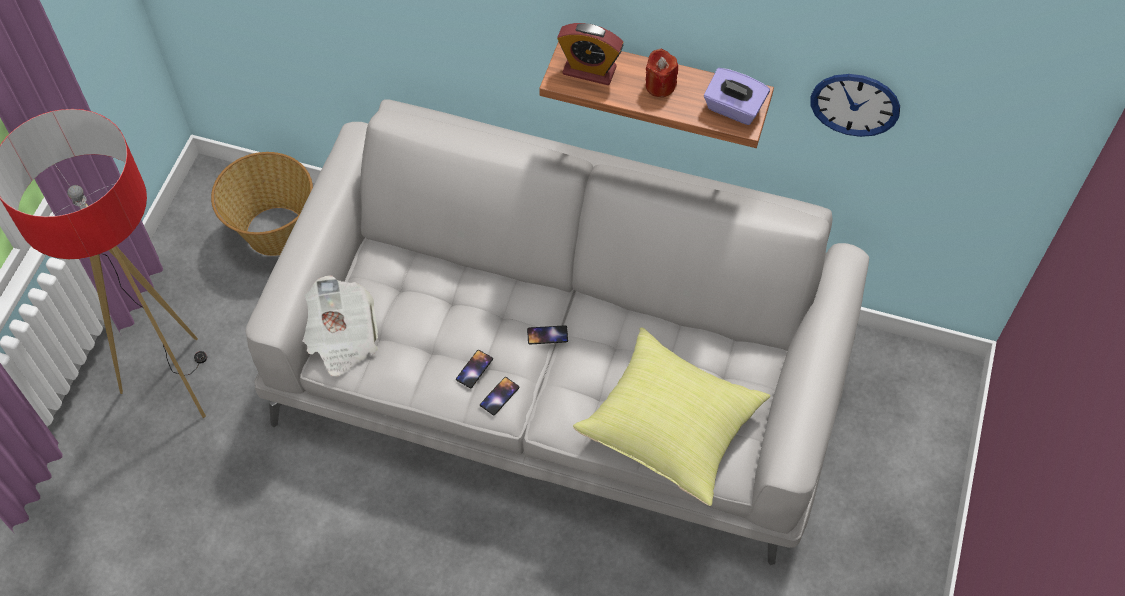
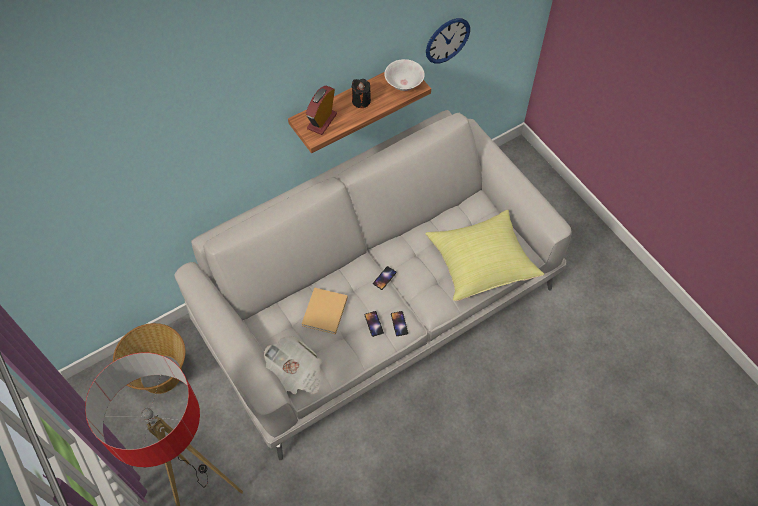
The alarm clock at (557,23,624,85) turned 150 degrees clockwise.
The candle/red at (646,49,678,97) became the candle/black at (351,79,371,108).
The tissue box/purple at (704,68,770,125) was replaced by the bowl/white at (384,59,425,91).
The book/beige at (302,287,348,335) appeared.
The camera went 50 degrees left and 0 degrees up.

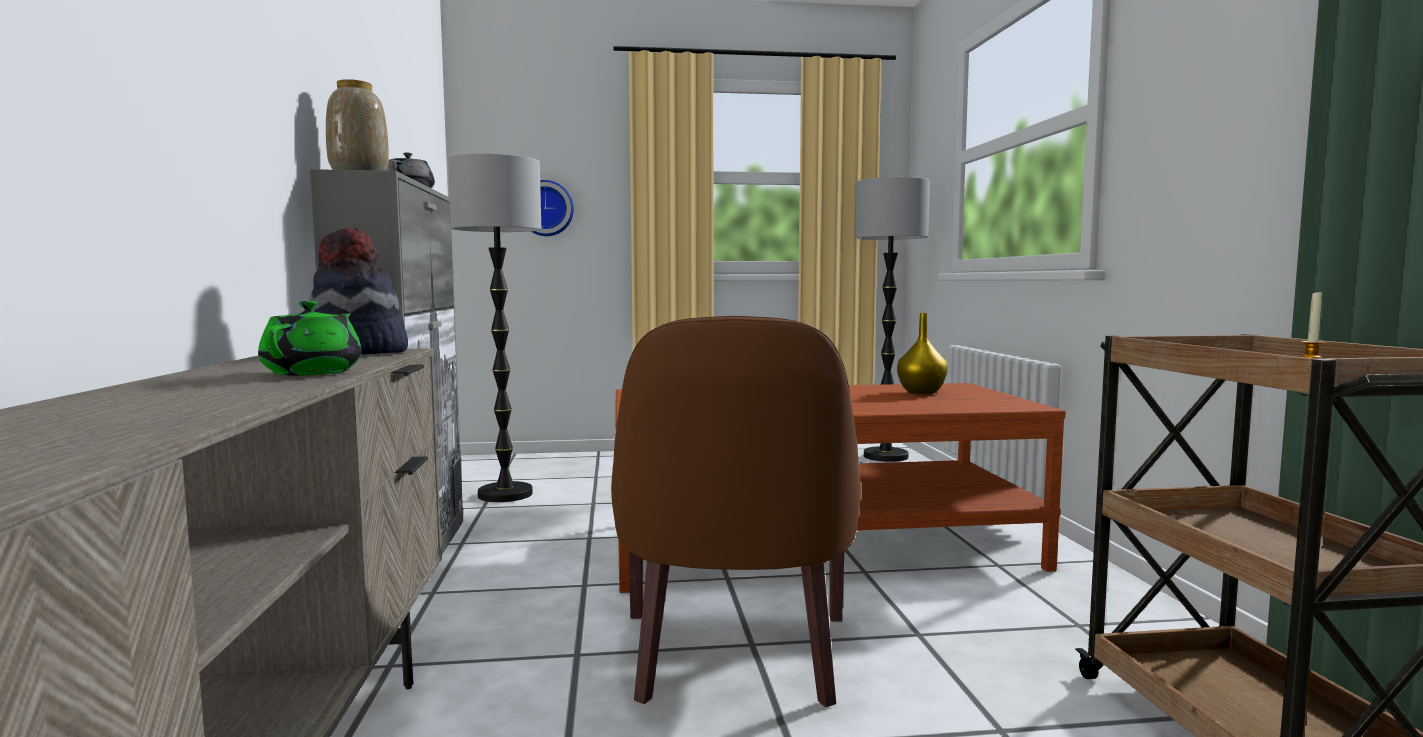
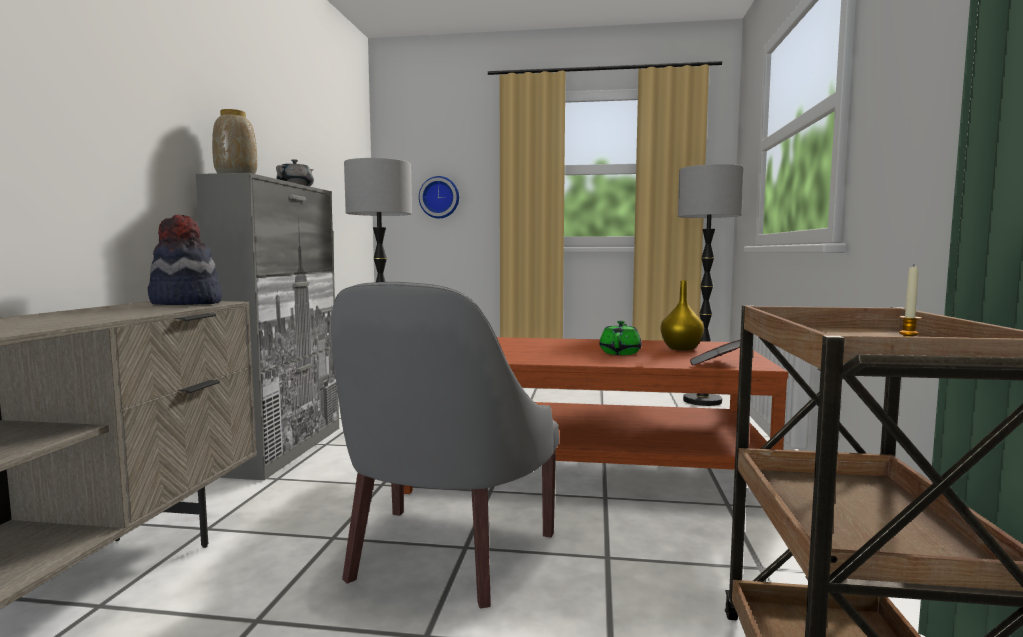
The teapot/green moved from (258,301,362,376) to (599,321,642,355).
The armchair/brown at (611,316,861,707) became the armchair/grey at (331,282,559,608).
The book at (690,340,740,365) appeared.
The camera went 15 degrees right and 0 degrees up.

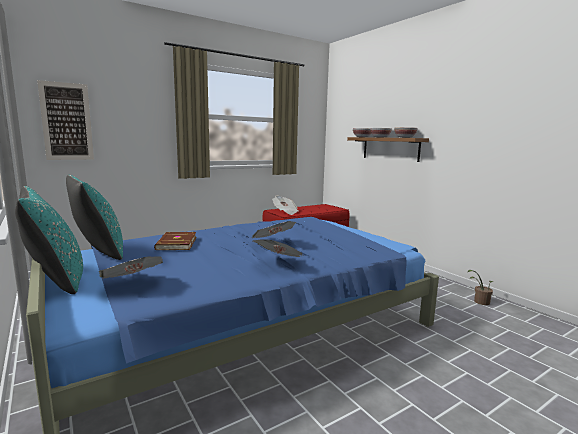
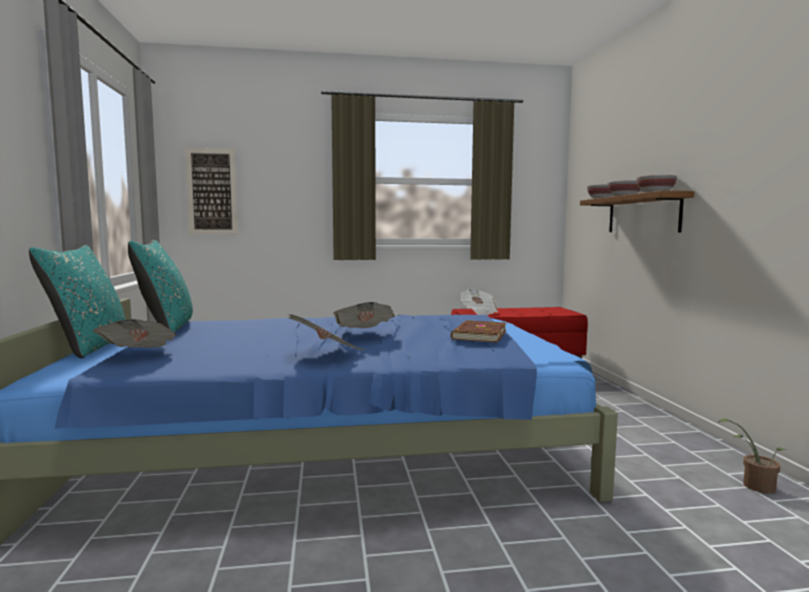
The book/brown moved from (154,232,196,250) to (451,320,506,343).
The camera went 25 degrees right and 5 degrees down.

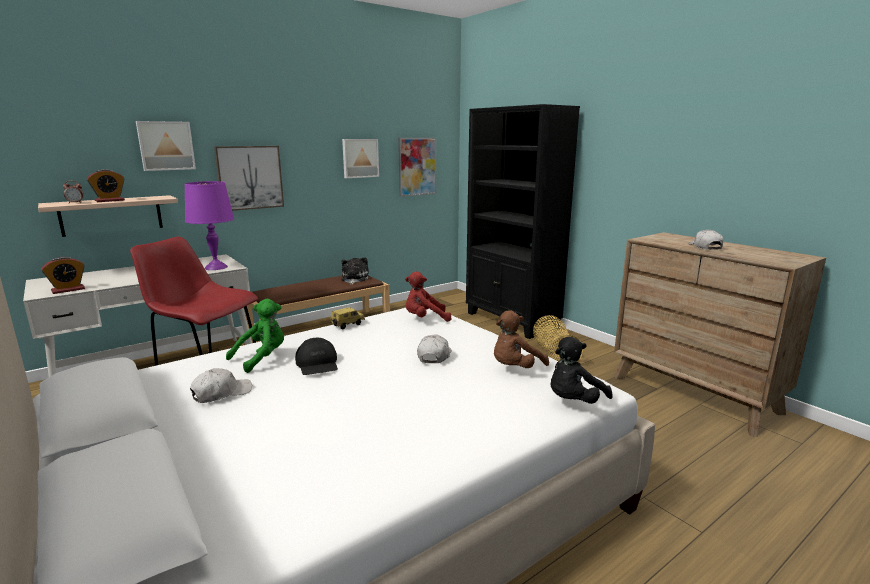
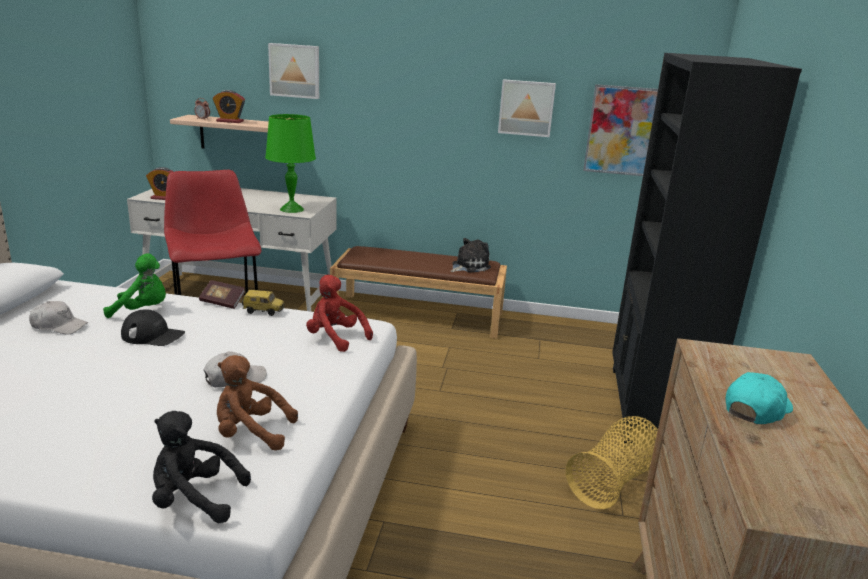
The picture at (214,146,284,211) disappeared.
The table lamp/purple at (185,181,234,270) became the table lamp/green at (265,114,316,213).
The cap/white at (689,229,723,250) became the cap/turquoise at (726,372,793,424).
The cap/black at (295,338,338,375) turned 105 degrees counterclockwise.
The book at (199,280,245,309) appeared.
The camera went 45 degrees right and 5 degrees up.

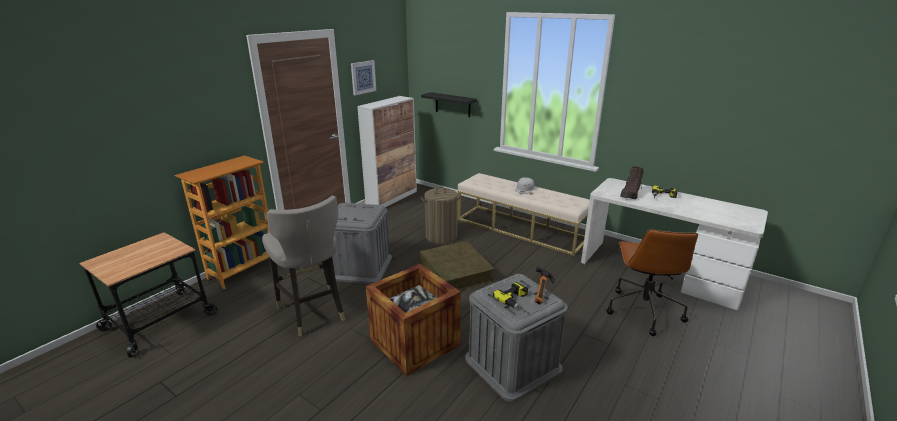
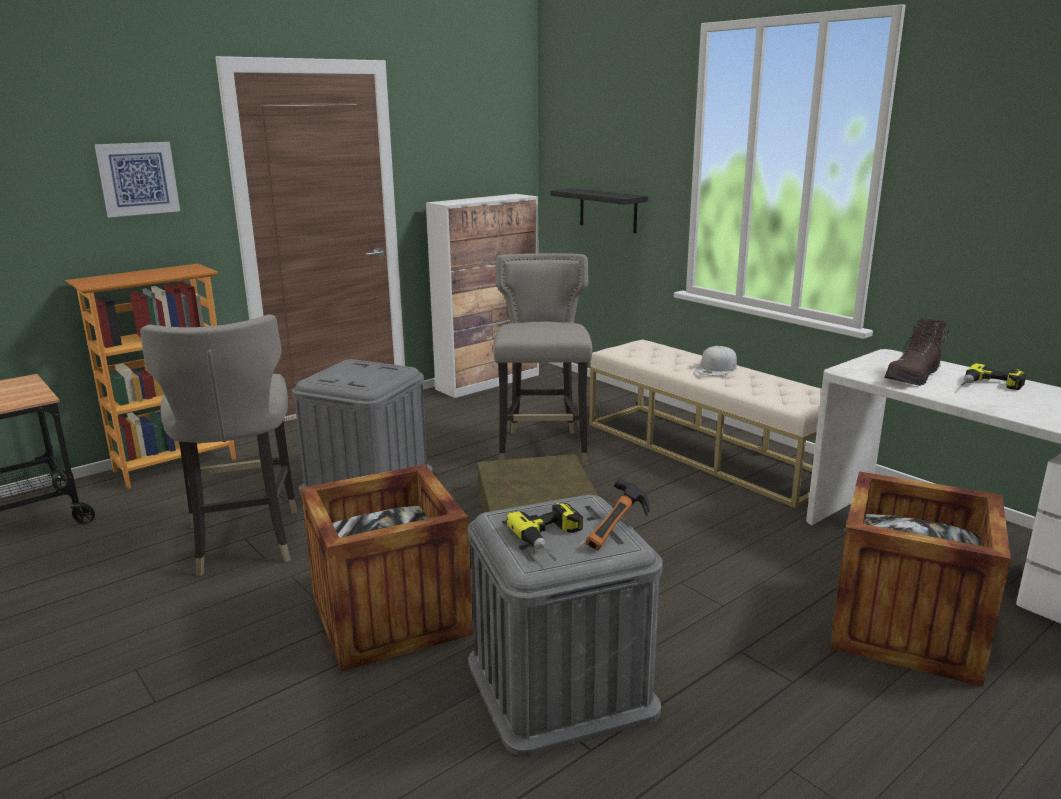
The picture moved from (351,60,376,95) to (94,142,180,217).
The laundry basket at (421,187,461,244) was replaced by the stool/grey at (493,253,592,465).
The office chair/brown at (606,229,698,336) was replaced by the crate at (829,471,1011,687).
The camera went 15 degrees right and 5 degrees down.

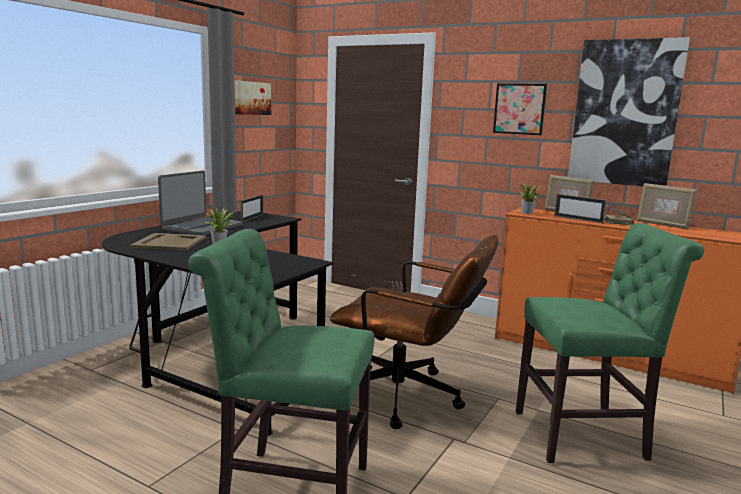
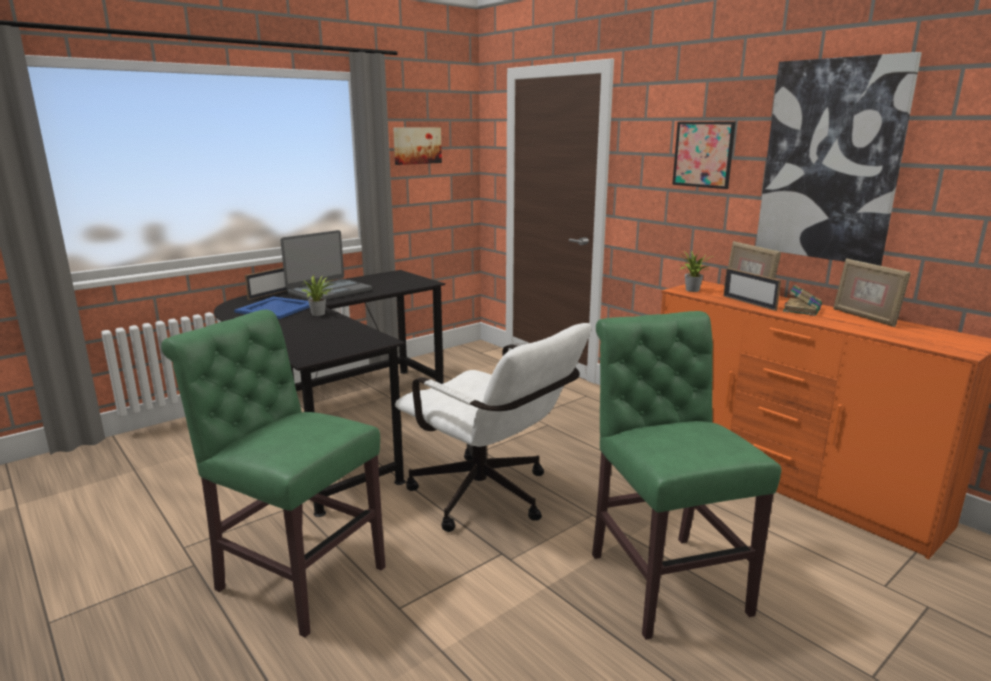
The picture frame moved from (240,194,263,222) to (245,267,292,300).
The chair/green at (516,223,704,463) turned 120 degrees counterclockwise.
The tray/beige at (130,233,206,251) became the tray/blue at (234,297,310,319).
The office chair/brown at (330,235,498,429) became the office chair/white at (395,323,591,532).
The camera went 20 degrees right and 5 degrees up.

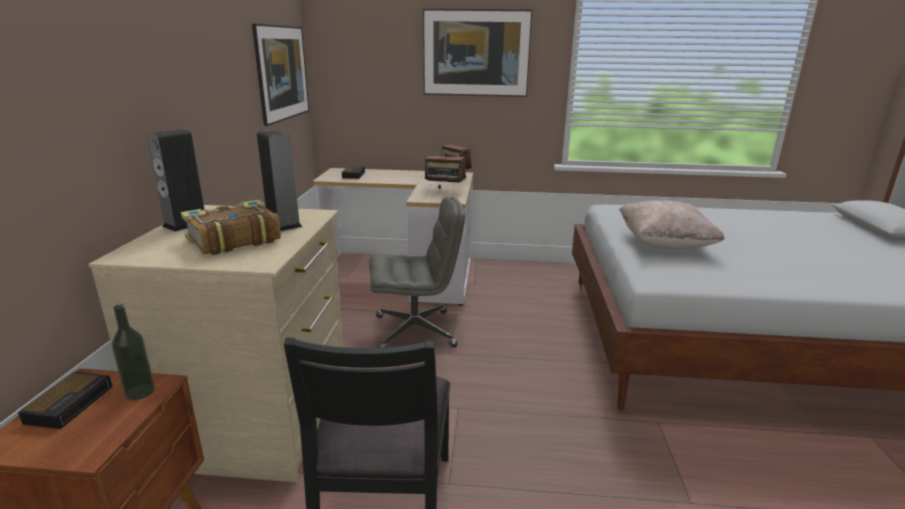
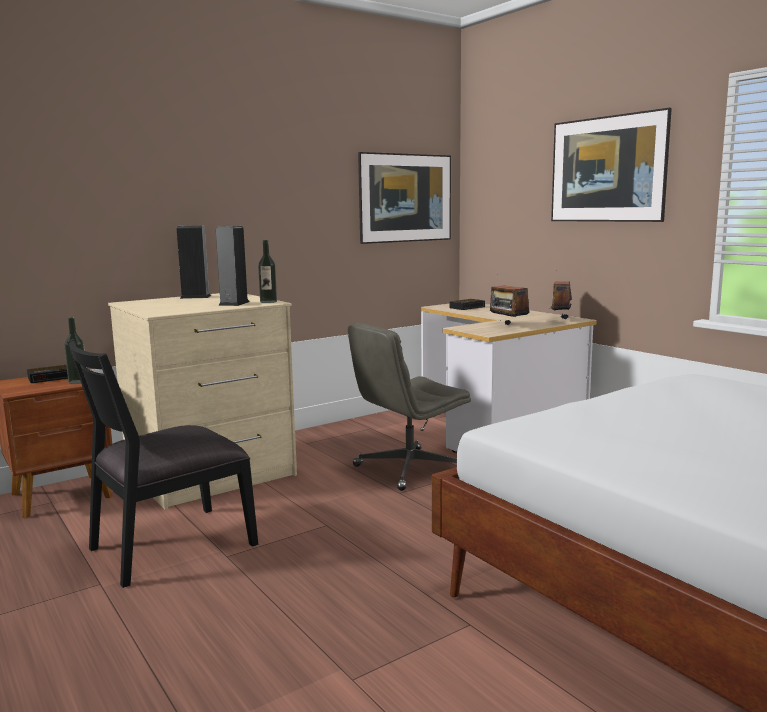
The office chair/grey at (369,197,465,348) turned 105 degrees clockwise.
The book at (181,200,281,255) disappeared.
The pillow/beige at (619,201,725,249) disappeared.
The bottle at (258,240,277,303) appeared.
The camera went 50 degrees right and 10 degrees down.

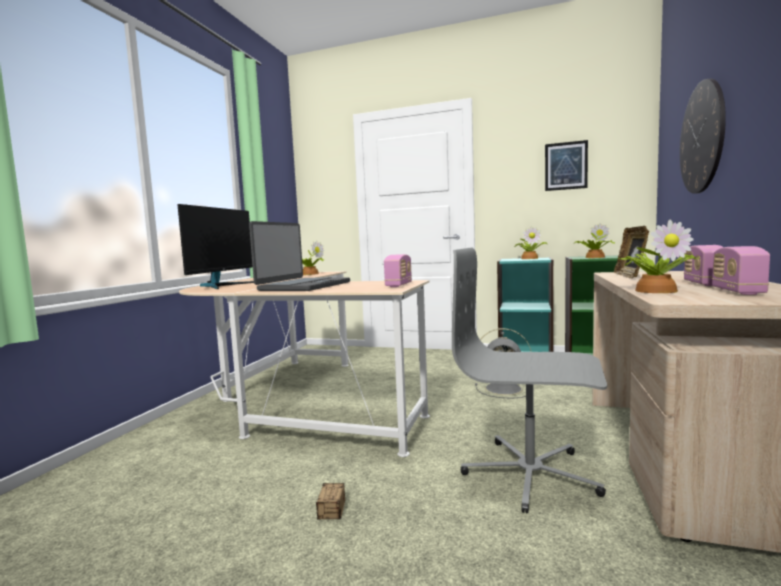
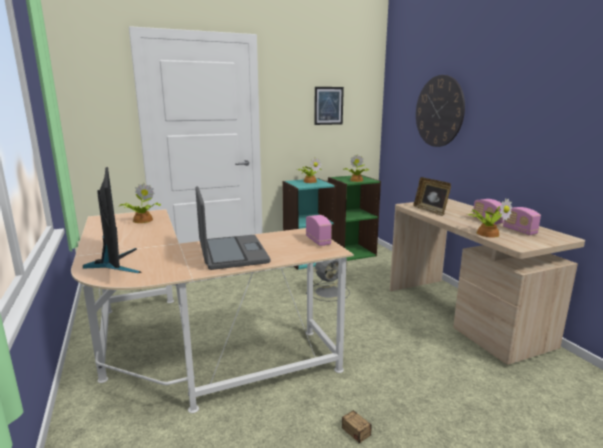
The office chair/grey at (452,248,607,513) disappeared.
The camera went 40 degrees left and 10 degrees up.

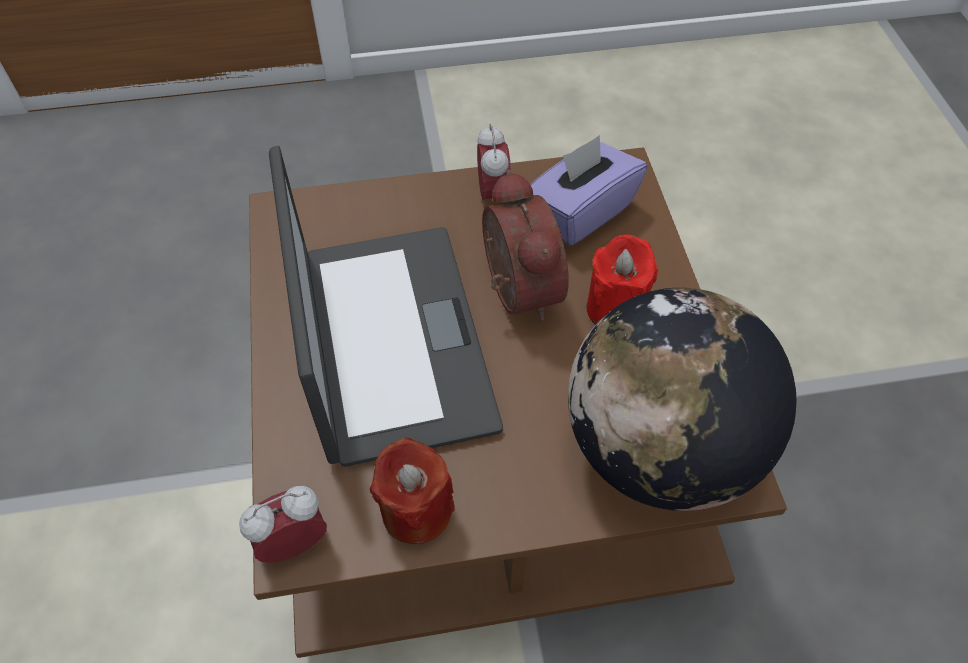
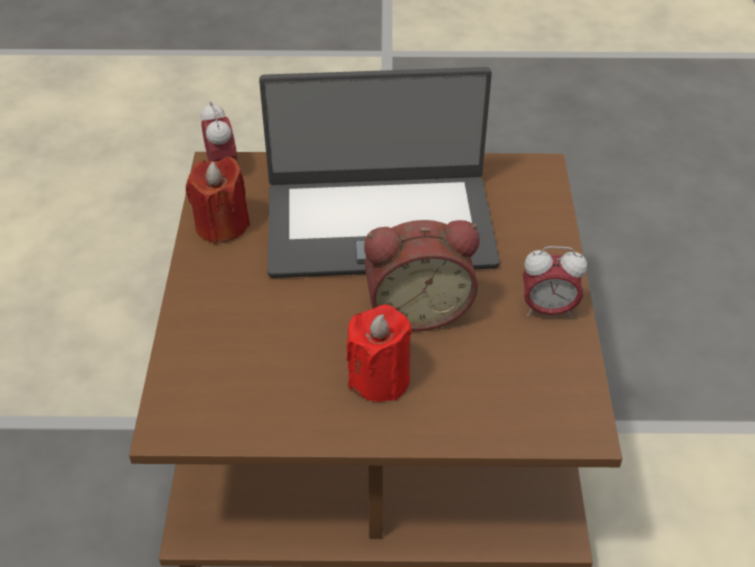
The tissue box/purple at (531,135,647,246) disappeared.
The globe at (568,287,797,511) disappeared.
The camera went 100 degrees right and 10 degrees down.

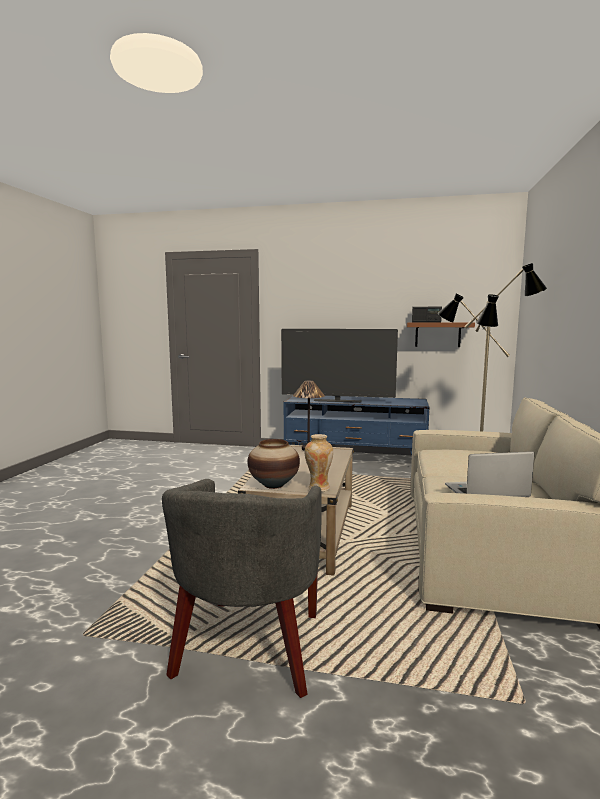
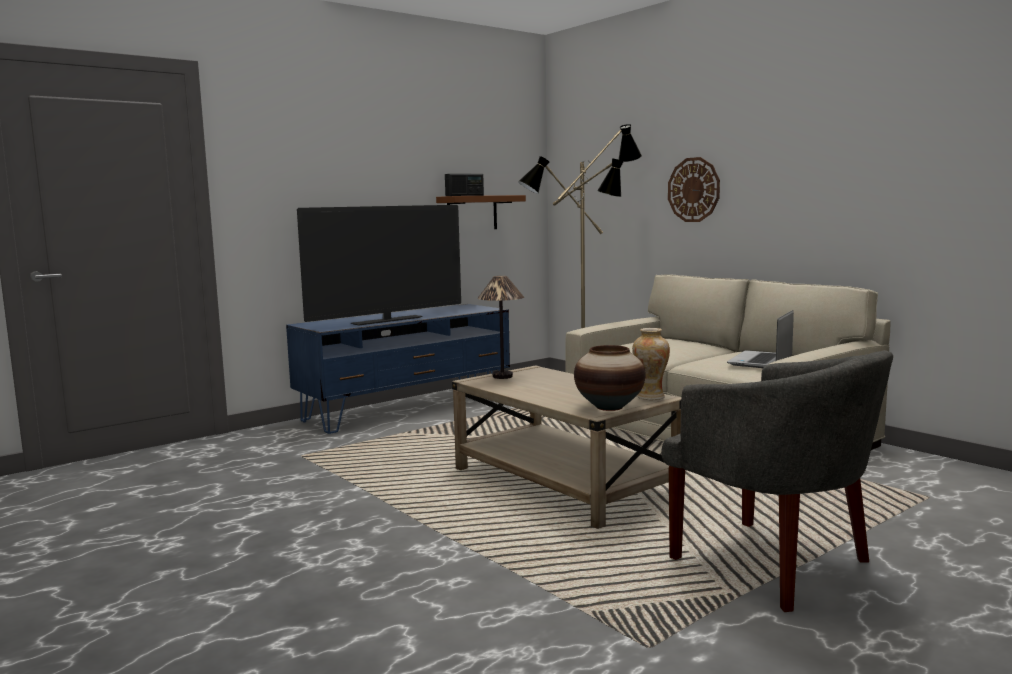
The wall clock at (668,157,720,222) appeared.
The camera went 50 degrees left and 0 degrees up.

